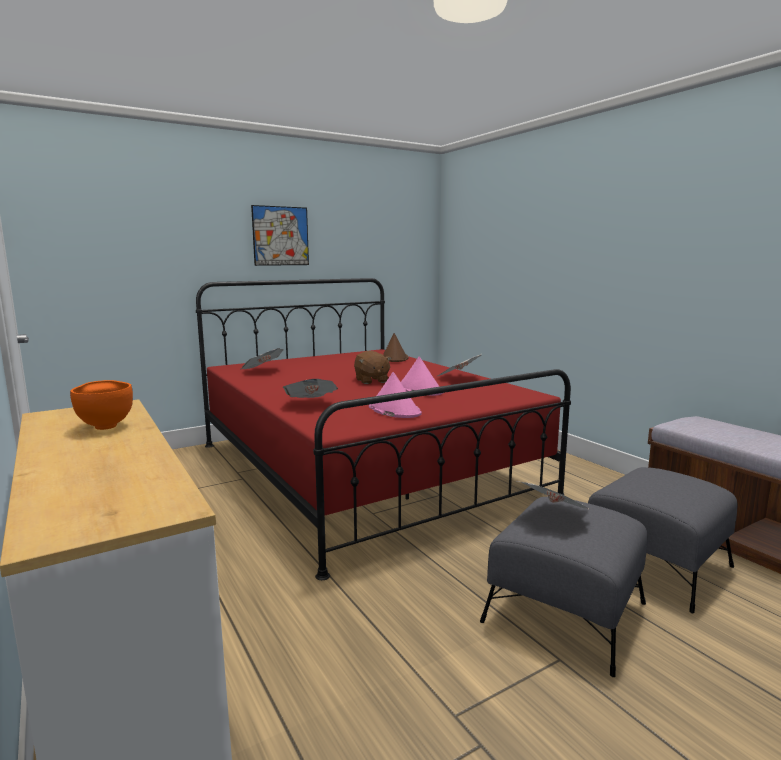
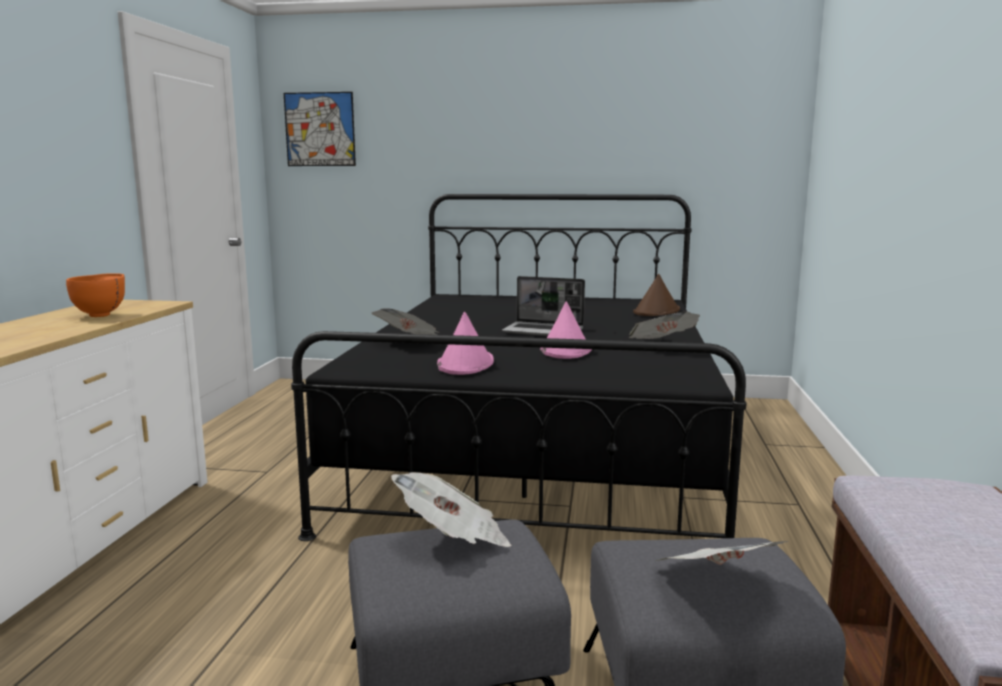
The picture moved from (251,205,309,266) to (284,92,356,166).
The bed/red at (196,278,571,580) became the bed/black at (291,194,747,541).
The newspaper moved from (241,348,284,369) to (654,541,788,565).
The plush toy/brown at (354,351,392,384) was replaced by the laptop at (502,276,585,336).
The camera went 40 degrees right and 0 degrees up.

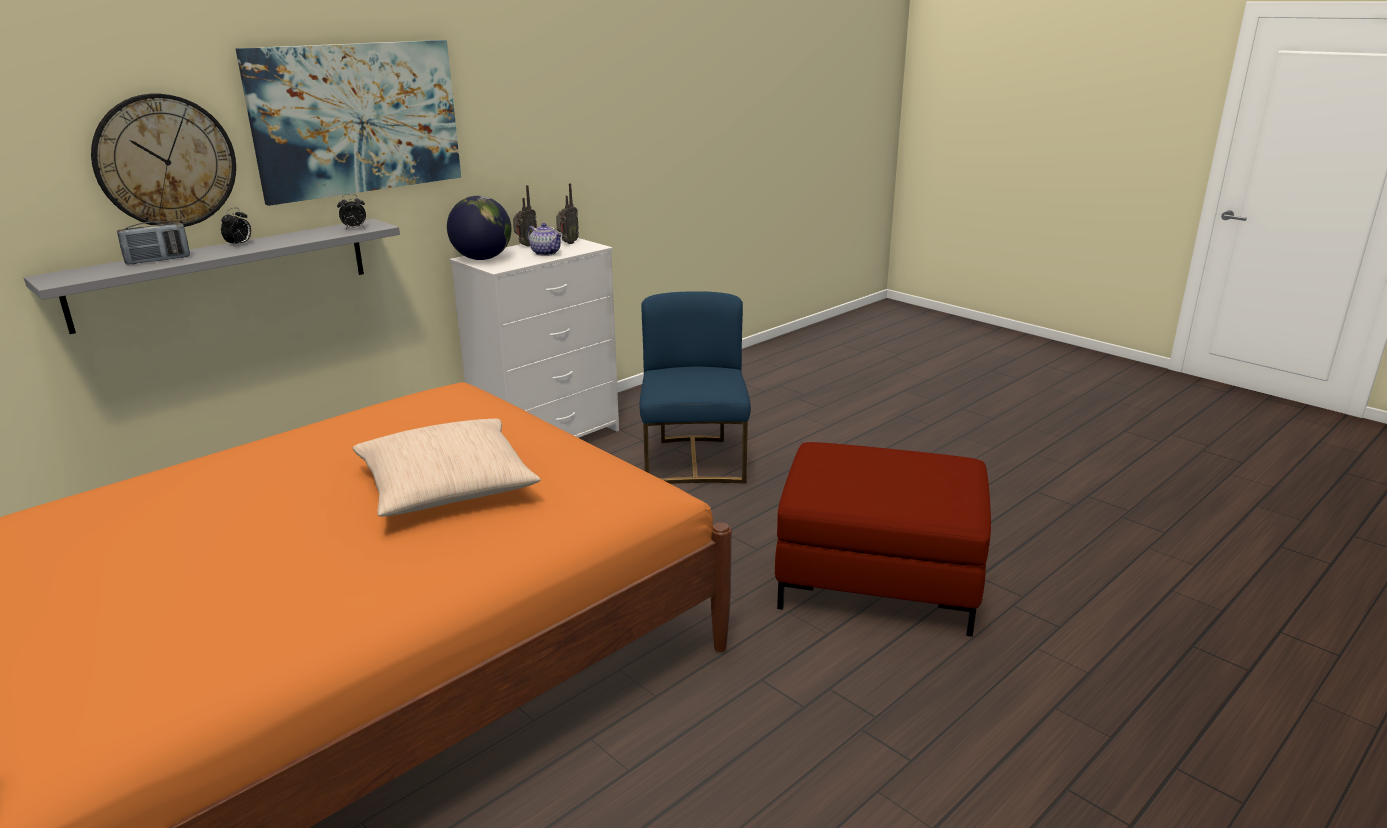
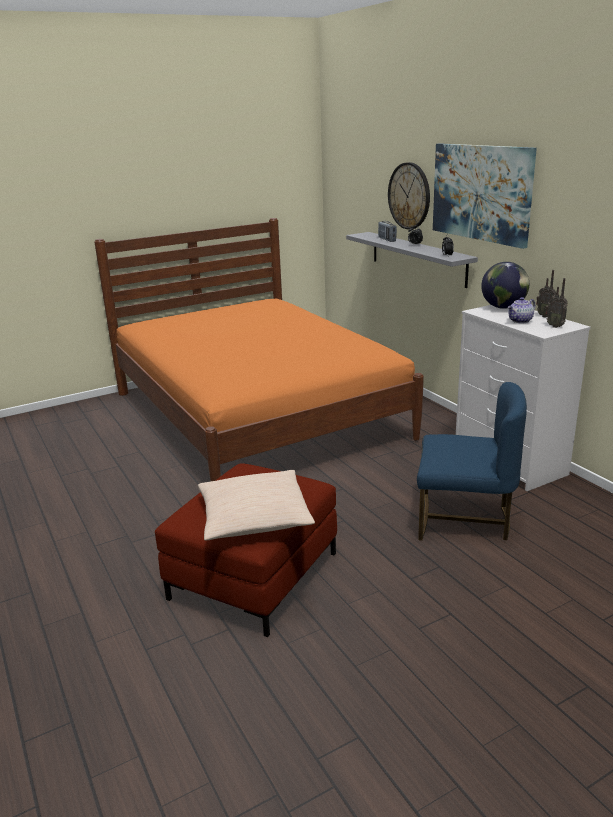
The pillow/beige moved from (353,419,541,516) to (198,470,315,540).
The camera went 105 degrees right and 0 degrees up.

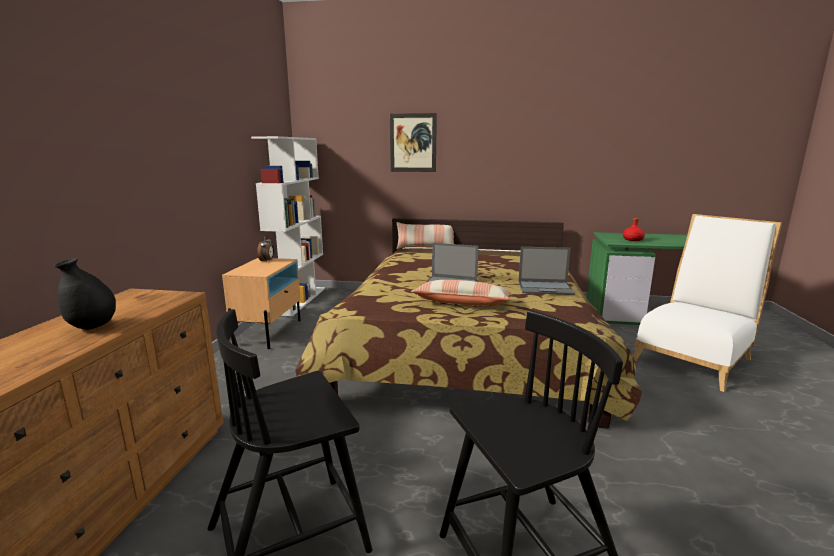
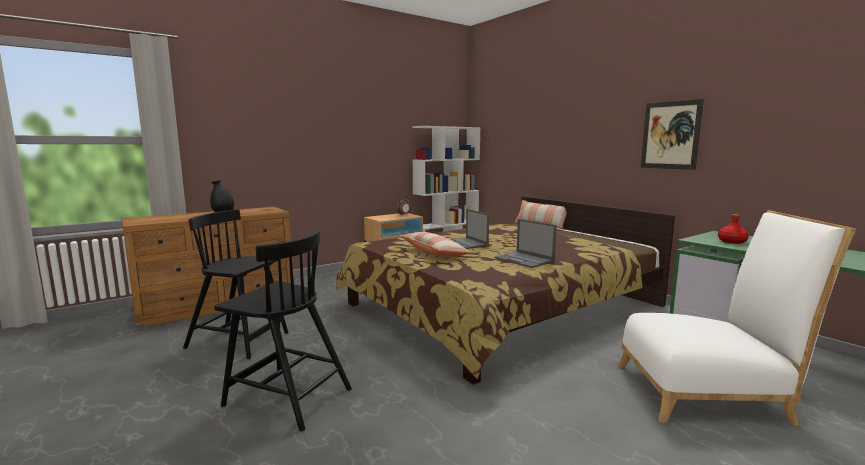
The picture moved from (390,113,437,172) to (641,99,704,170).
The camera went 45 degrees right and 5 degrees down.

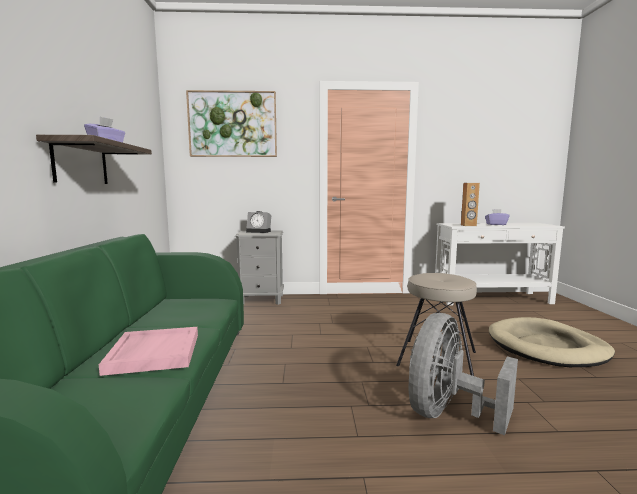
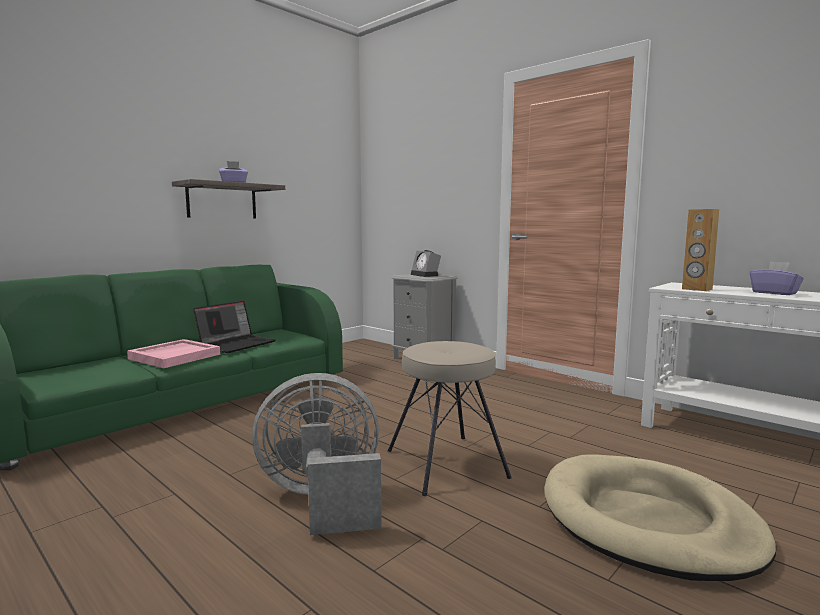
The picture at (186,90,277,157) disappeared.
The laptop at (193,301,276,353) appeared.
The camera went 45 degrees right and 0 degrees up.

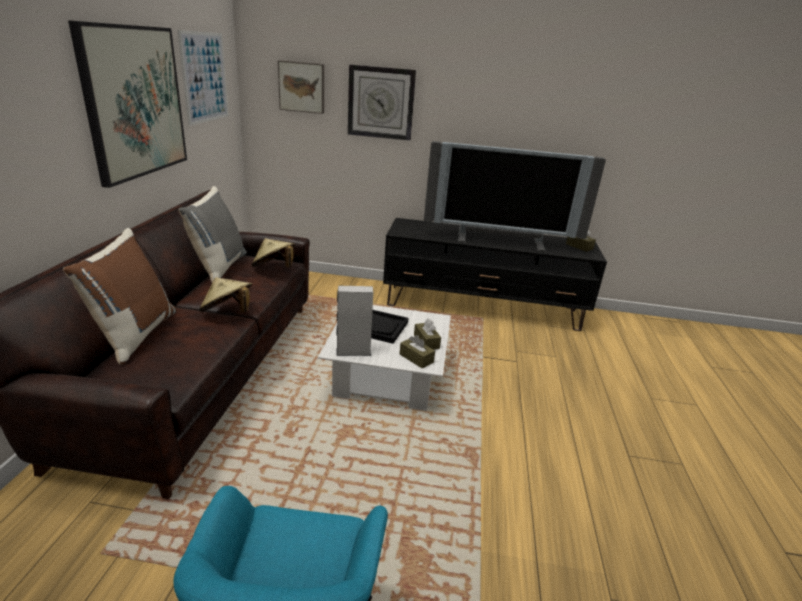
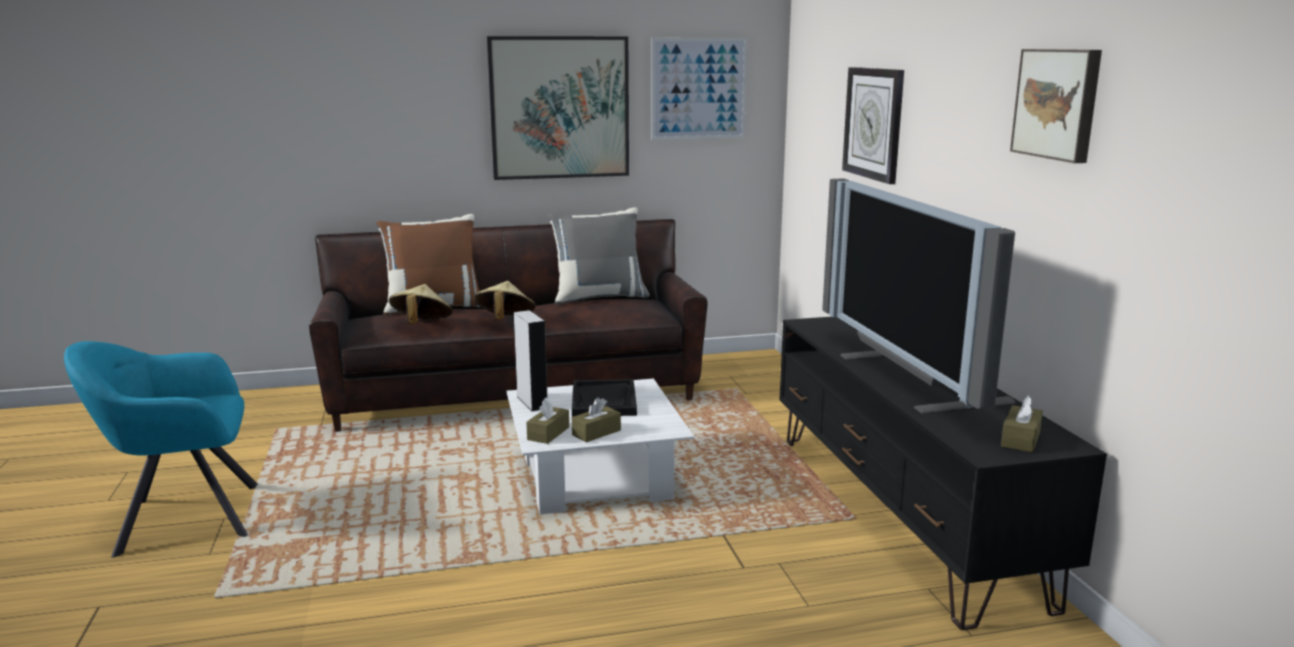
The picture moved from (278,60,324,114) to (1010,49,1102,163).
The hat/beige moved from (251,238,295,267) to (389,284,453,324).
The camera went 70 degrees right and 10 degrees down.

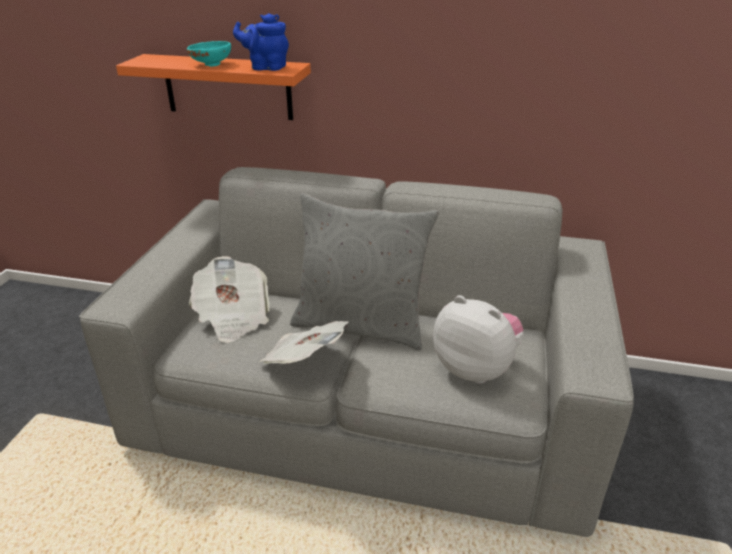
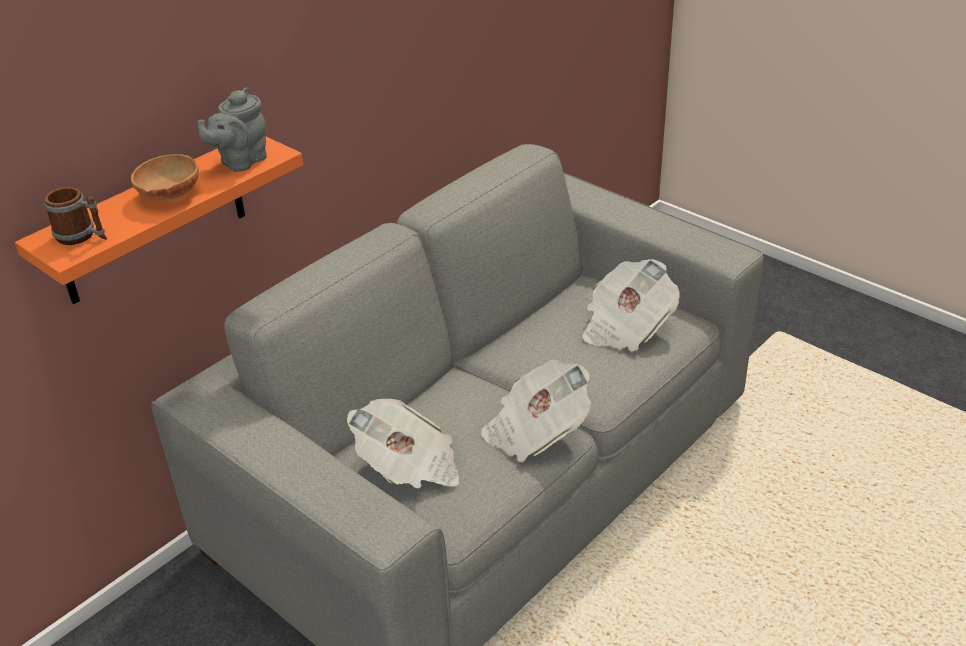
The teapot/blue at (233,13,289,71) became the teapot/grey at (197,87,267,172).
The bowl/turquoise at (187,41,231,67) became the bowl/brown at (131,154,199,201).
The pillow/grey at (290,193,439,350) disappeared.
The plush toy at (433,295,524,384) was replaced by the newspaper at (583,259,680,351).
The mug at (44,187,107,245) appeared.
The camera went 60 degrees left and 5 degrees up.

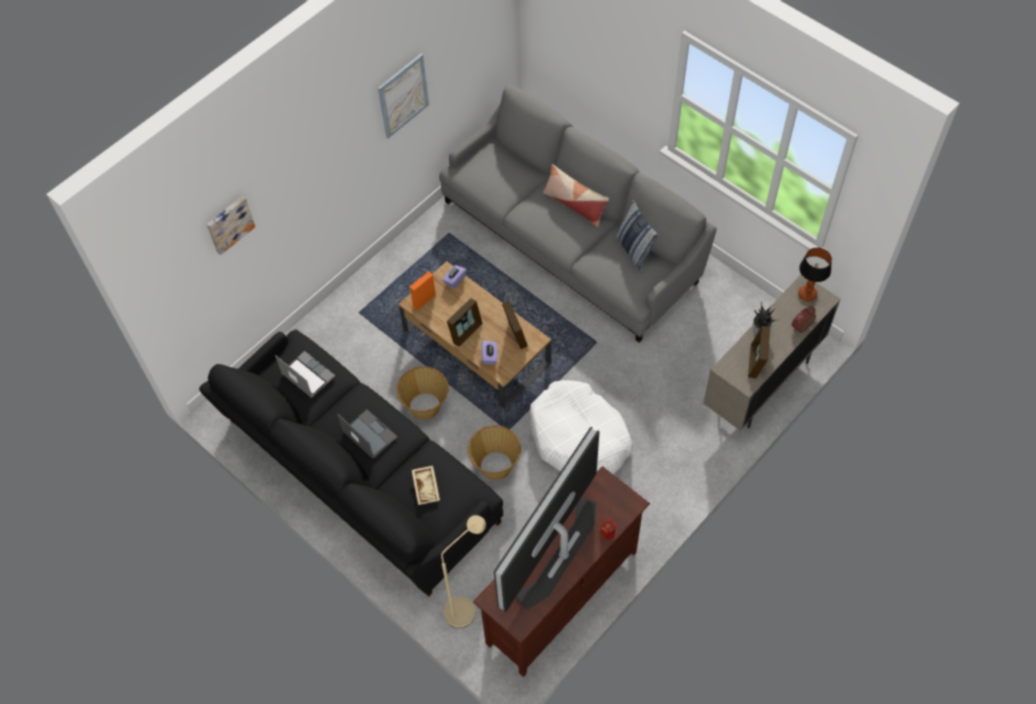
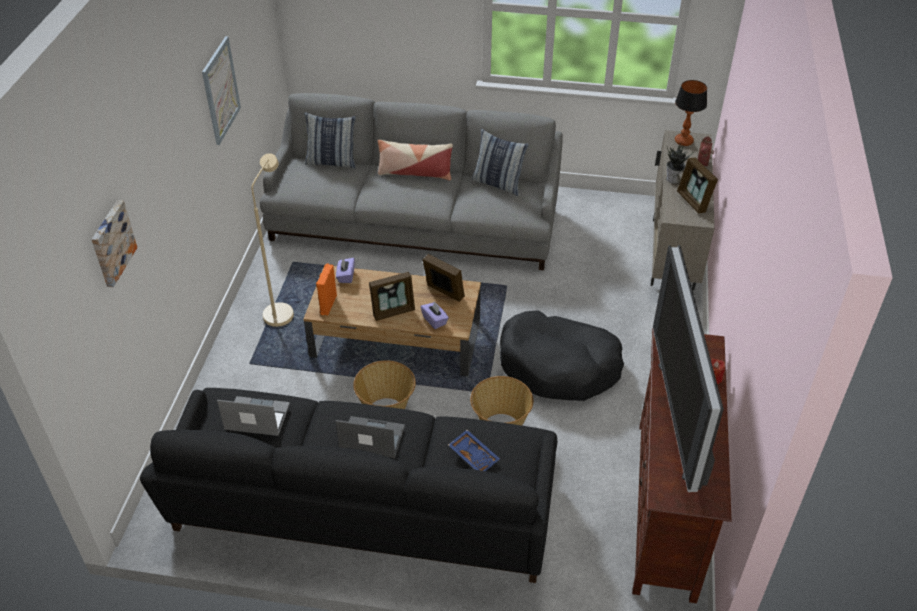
The picture frame at (447,298,482,346) turned 60 degrees clockwise.
The dog bed/white at (530,380,633,475) became the dog bed/black at (500,310,624,401).
The tray/beige at (412,466,440,505) became the tray/blue at (448,430,500,471).
The floor lamp/beige moved from (441,515,486,628) to (251,153,294,327).
The pillow at (304,112,356,168) appeared.
The camera went 35 degrees left and 15 degrees down.

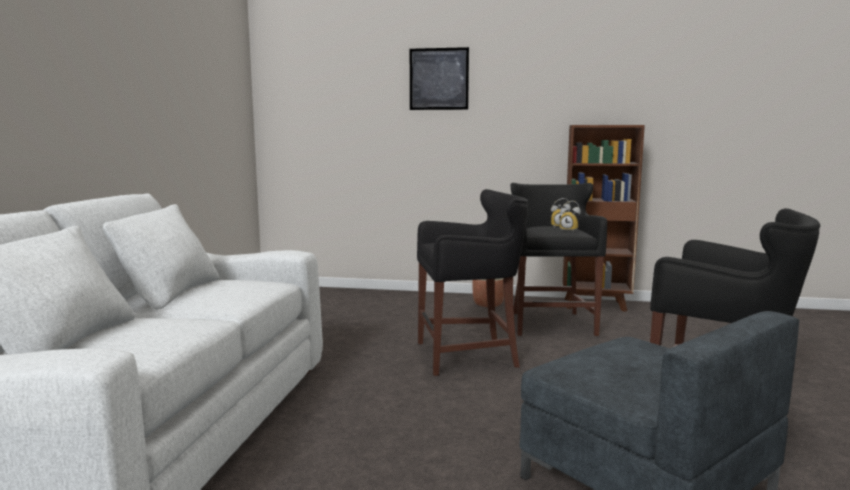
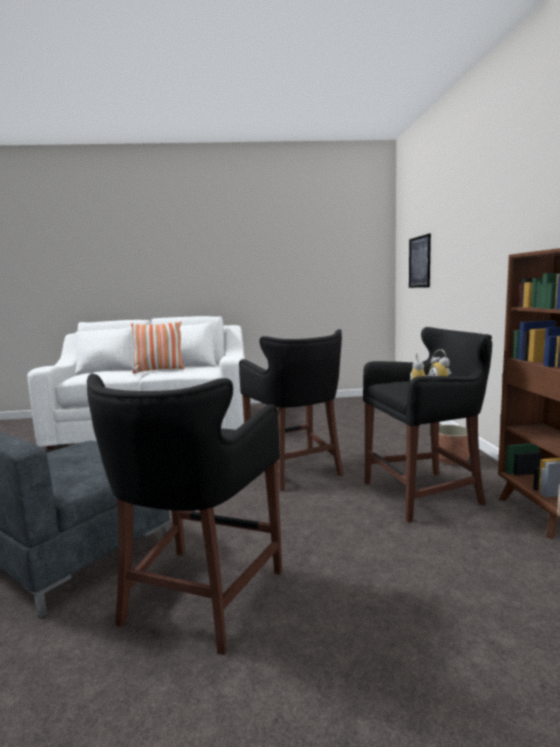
The picture moved from (410,47,469,110) to (409,233,431,288).
The pillow at (131,321,185,373) appeared.
The camera went 75 degrees right and 0 degrees up.

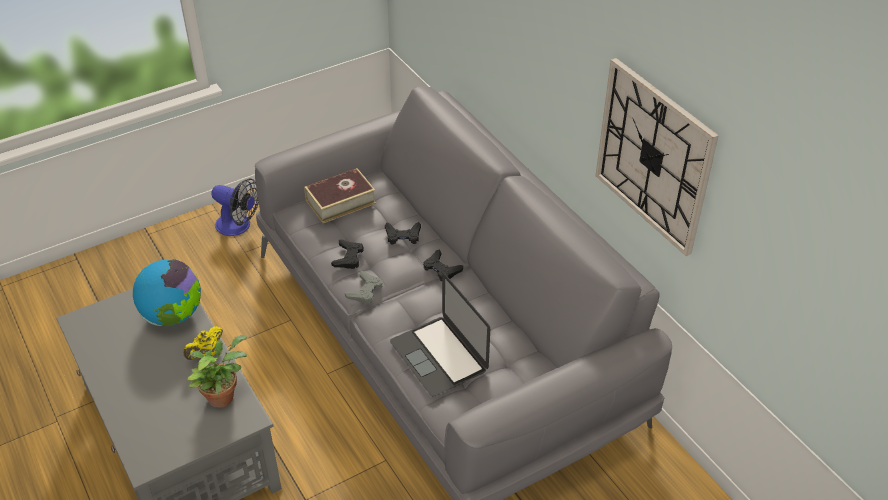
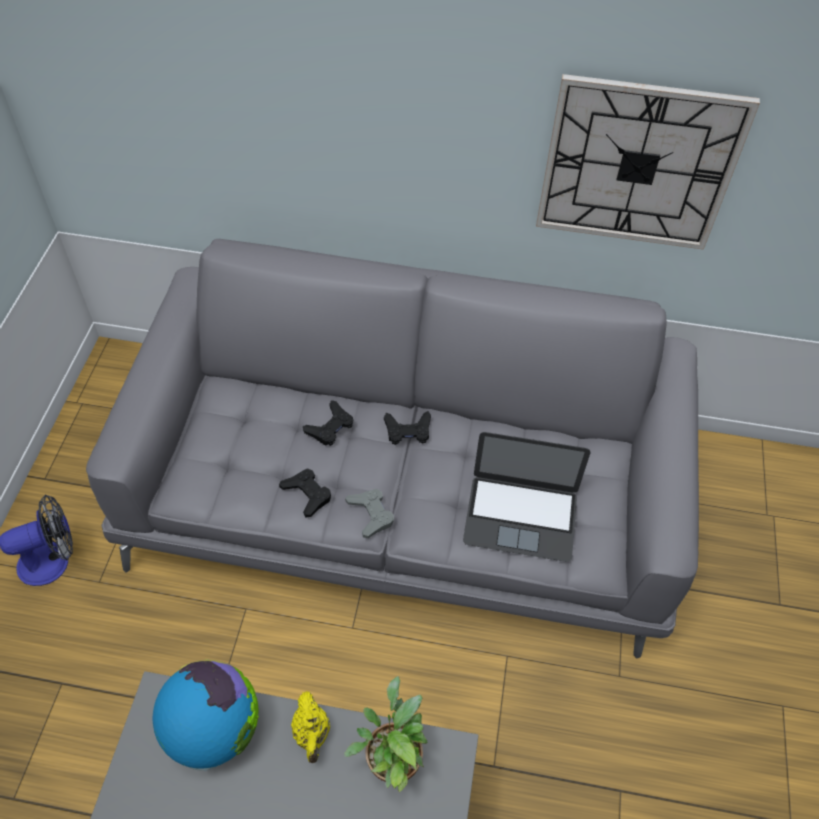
The book at (304,168,376,223) disappeared.
The camera went 50 degrees left and 10 degrees up.

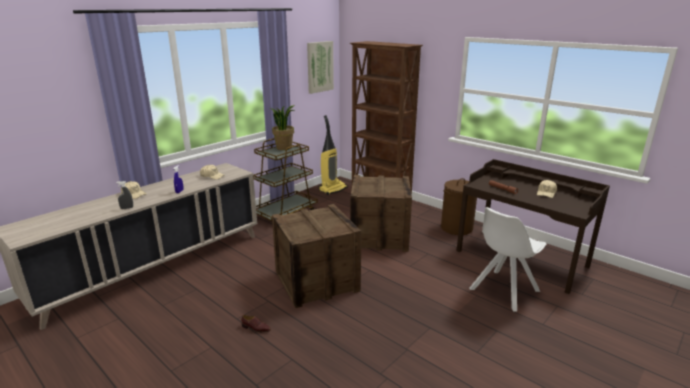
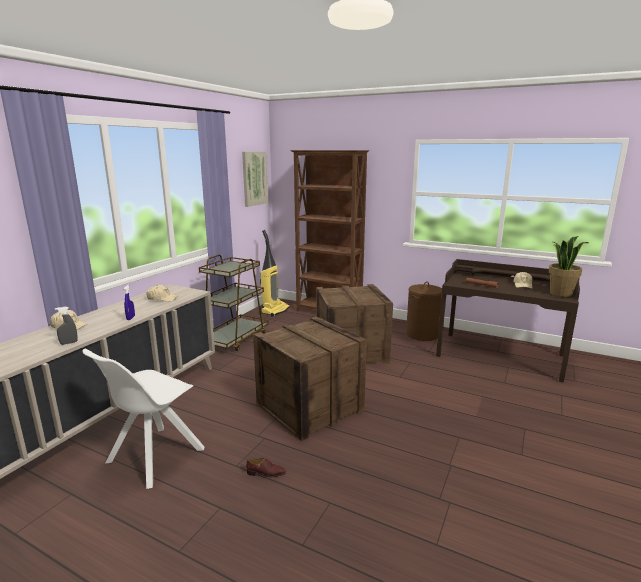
The potted plant moved from (270,105,295,150) to (549,236,588,297).
The chair/white moved from (469,207,547,312) to (82,349,204,489).
The camera went 15 degrees left and 5 degrees down.

